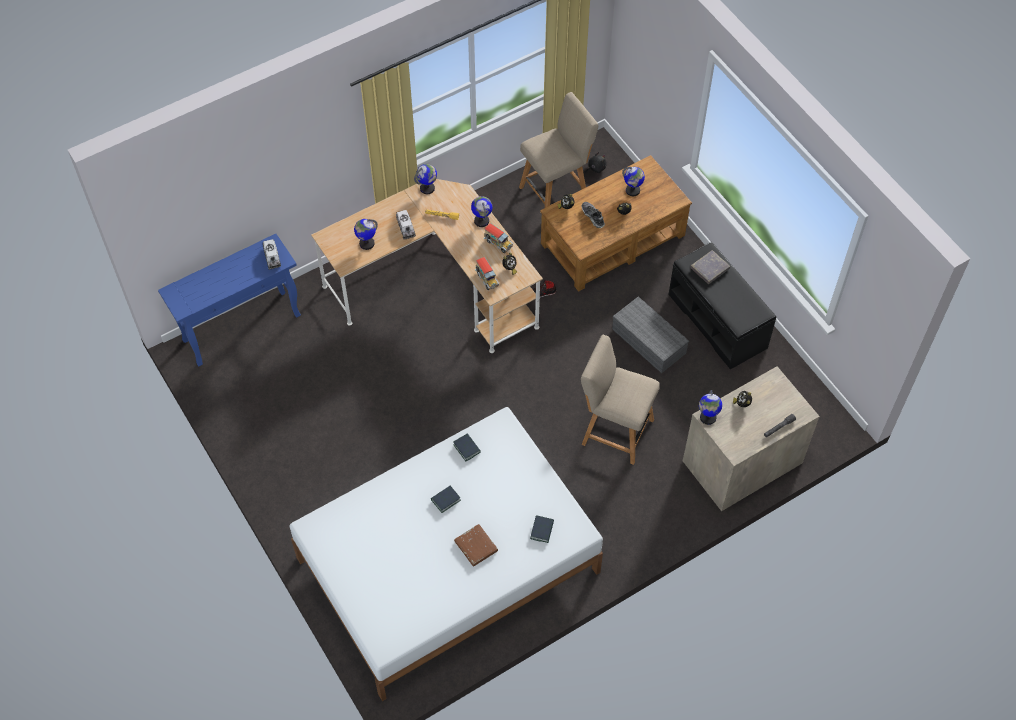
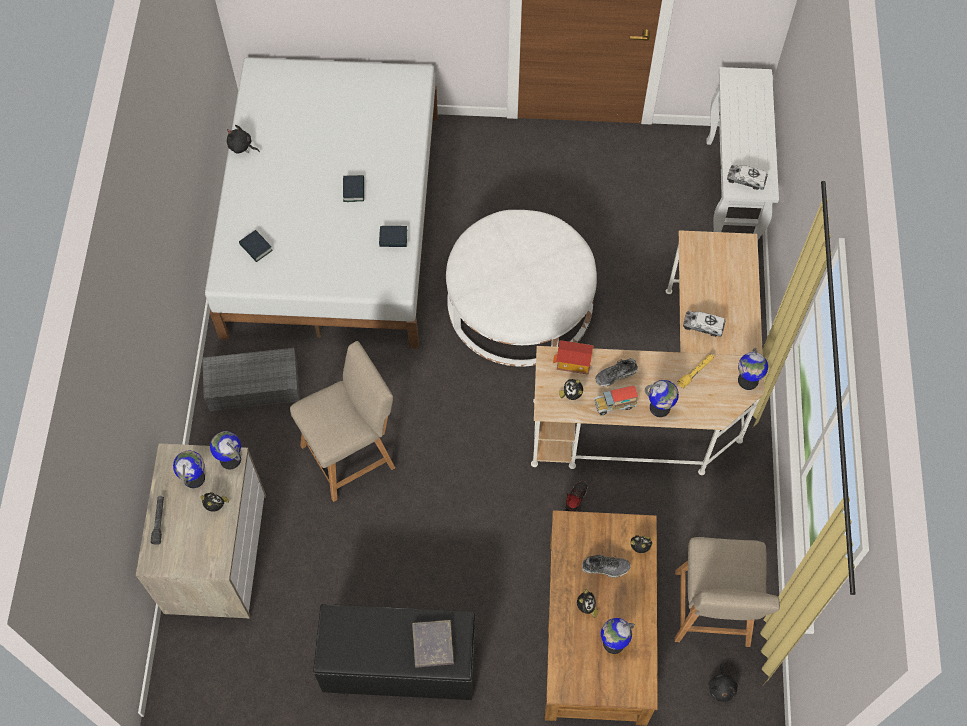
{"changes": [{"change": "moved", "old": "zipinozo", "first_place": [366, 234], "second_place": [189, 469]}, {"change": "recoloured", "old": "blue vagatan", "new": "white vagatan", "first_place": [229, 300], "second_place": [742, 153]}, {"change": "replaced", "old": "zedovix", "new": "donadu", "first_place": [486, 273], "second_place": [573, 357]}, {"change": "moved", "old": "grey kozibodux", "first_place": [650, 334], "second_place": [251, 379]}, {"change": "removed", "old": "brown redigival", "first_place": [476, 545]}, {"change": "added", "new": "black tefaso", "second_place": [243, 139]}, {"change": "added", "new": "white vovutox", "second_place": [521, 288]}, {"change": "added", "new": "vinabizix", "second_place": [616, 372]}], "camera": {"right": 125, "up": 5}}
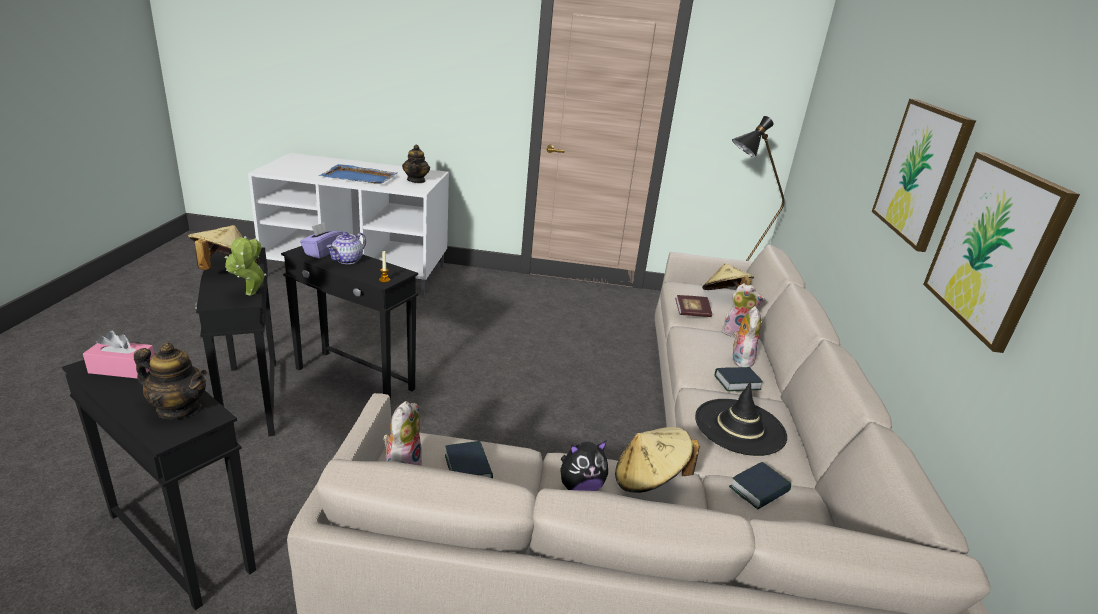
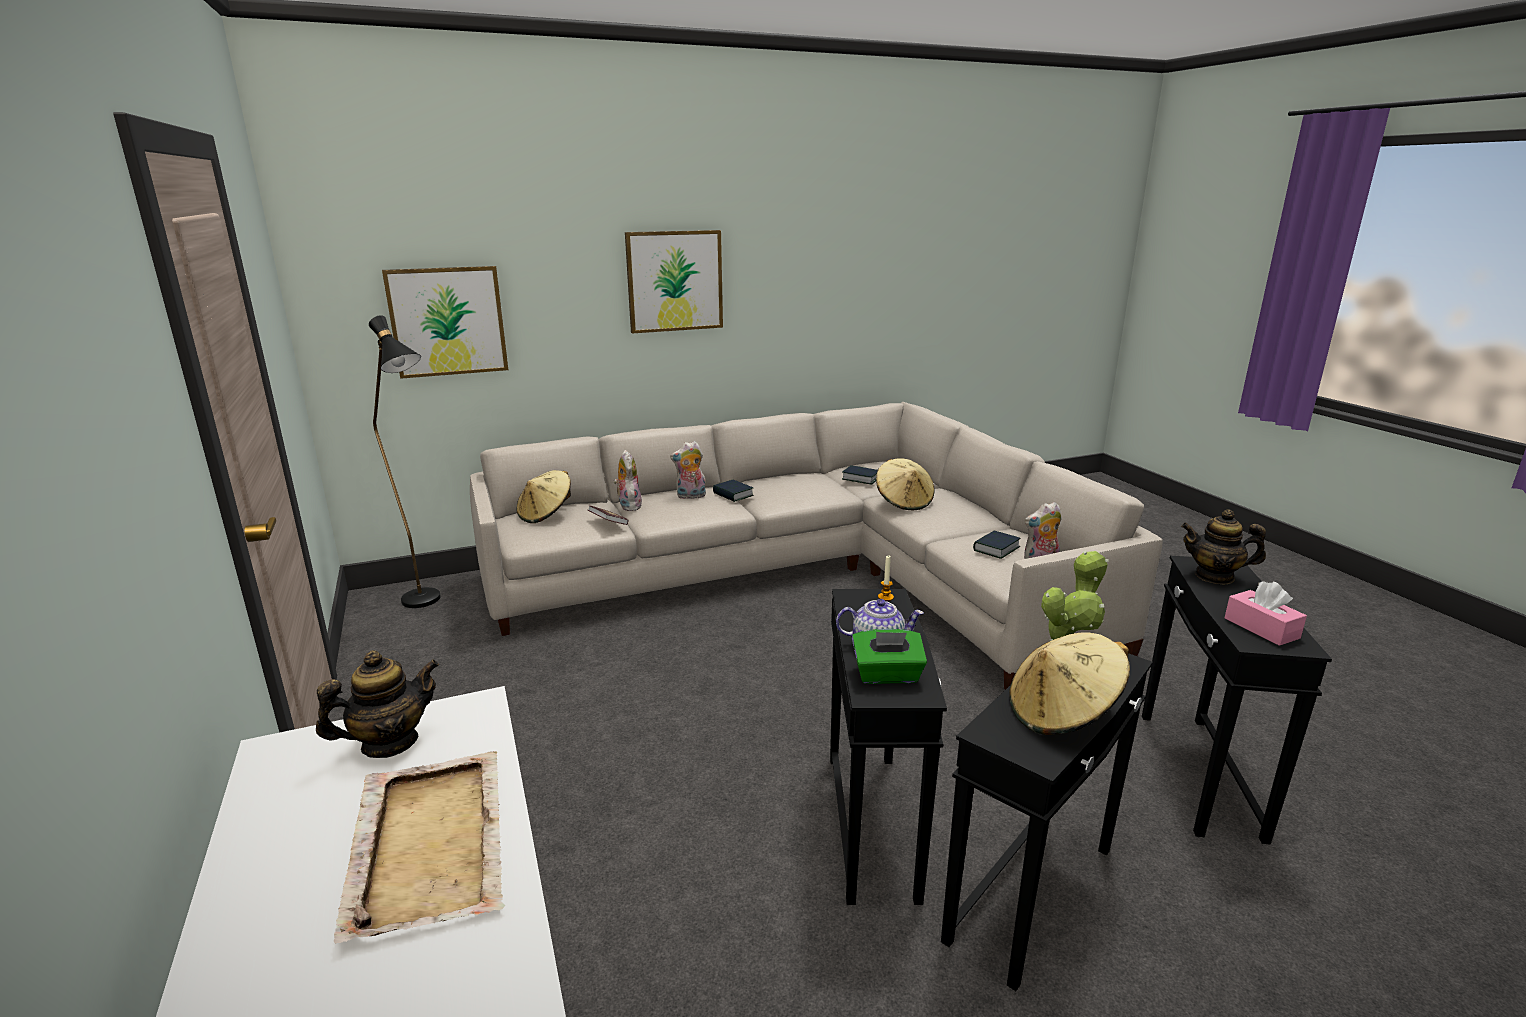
{"changes": [{"change": "moved", "old": "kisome", "first_place": [1001, 252], "second_place": [445, 322]}, {"change": "recoloured", "old": "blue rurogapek", "new": "beige rurogapek", "first_place": [358, 174], "second_place": [419, 847]}, {"change": "recoloured", "old": "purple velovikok", "new": "green velovikok", "first_place": [321, 240], "second_place": [889, 656]}, {"change": "turned", "old": "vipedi", "first_place": [170, 381], "second_place": [1223, 547], "degrees": -60}, {"change": "removed", "old": "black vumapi", "first_place": [741, 418]}, {"change": "removed", "old": "tefaso", "first_place": [584, 465]}], "camera": {"right": -115, "up": -5}}
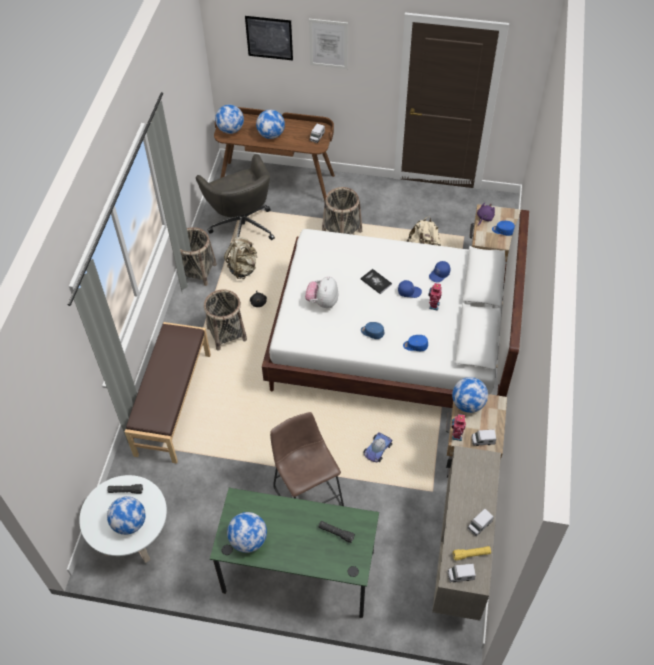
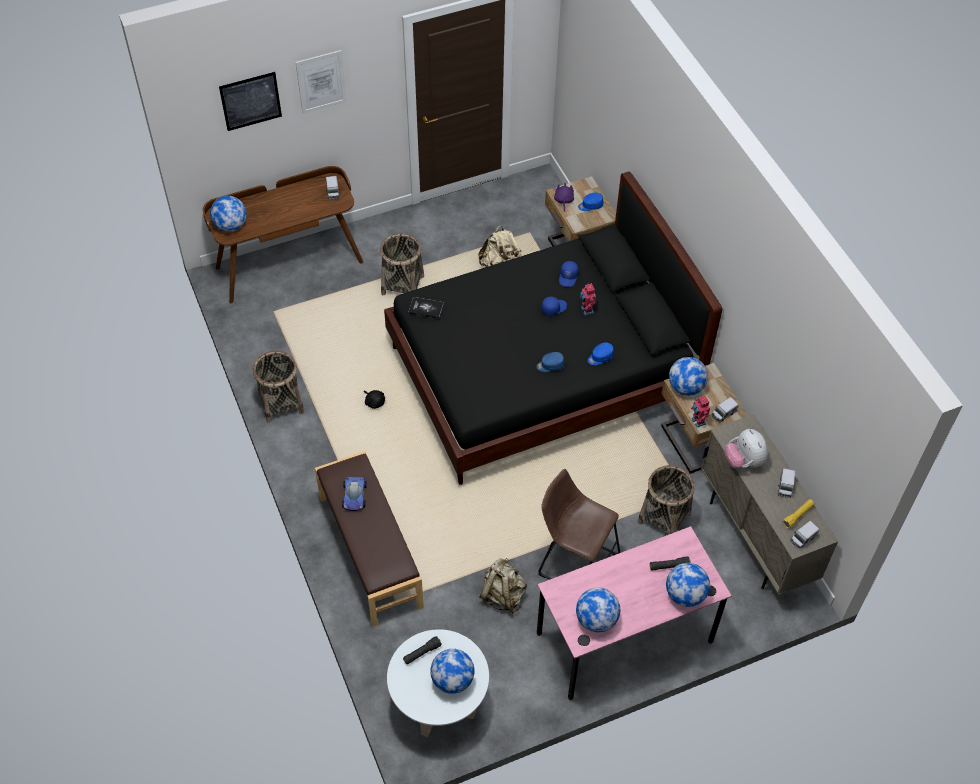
{"changes": [{"change": "moved", "old": "zipinozo", "first_place": [270, 124], "second_place": [688, 585]}, {"change": "removed", "old": "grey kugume", "first_place": [235, 197]}, {"change": "recoloured", "old": "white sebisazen", "new": "black sebisazen", "first_place": [395, 309], "second_place": [553, 328]}, {"change": "moved", "old": "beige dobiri", "first_place": [240, 258], "second_place": [503, 586]}, {"change": "moved", "old": "redigival", "first_place": [376, 281], "second_place": [426, 308]}, {"change": "moved", "old": "tefaso", "first_place": [321, 292], "second_place": [746, 448]}, {"change": "moved", "old": "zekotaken", "first_place": [225, 320], "second_place": [666, 499]}, {"change": "moved", "old": "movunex", "first_place": [377, 447], "second_place": [354, 494]}, {"change": "recoloured", "old": "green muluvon", "new": "pink muluvon", "first_place": [294, 553], "second_place": [634, 613]}], "camera": {"right": -35, "up": 0}}
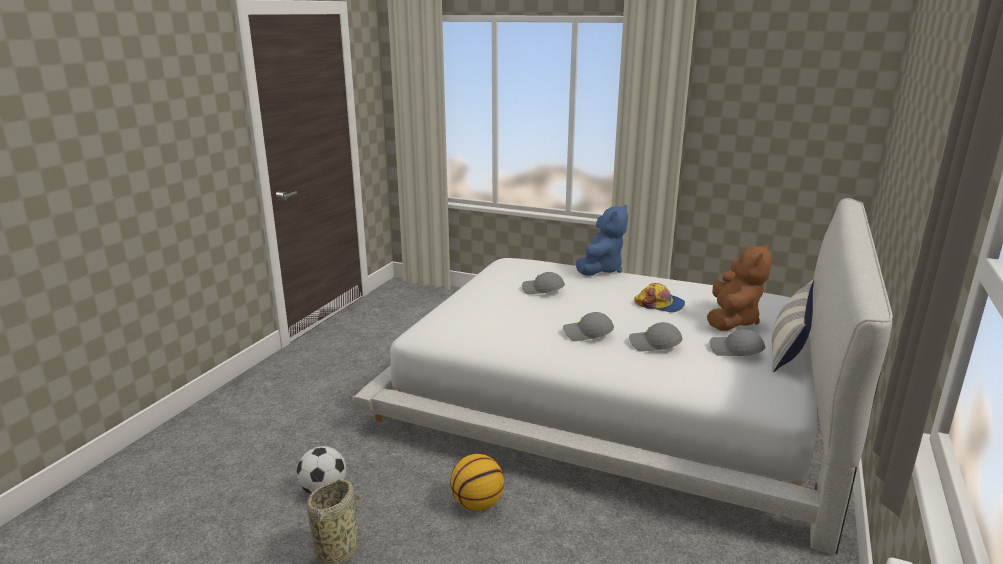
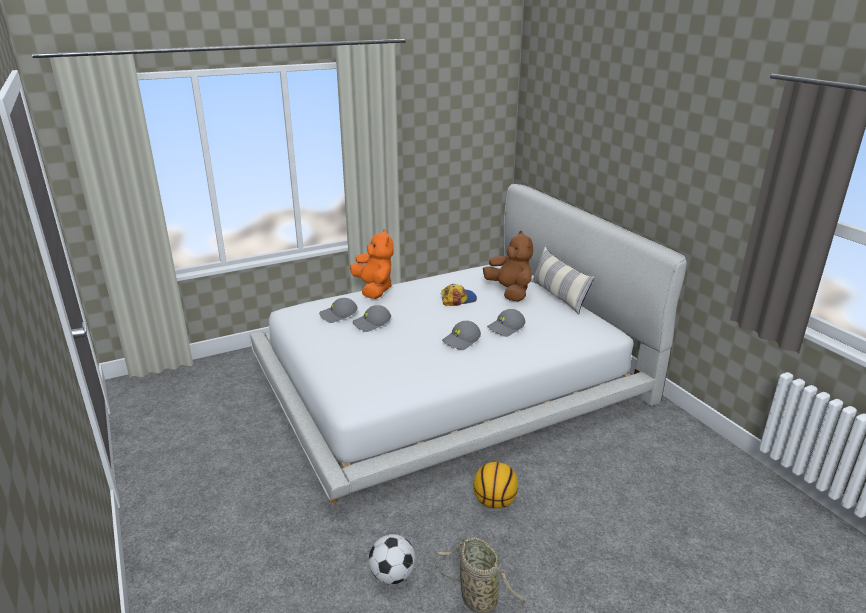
{"changes": [{"change": "recoloured", "old": "blue tefaso", "new": "orange tefaso", "first_place": [602, 240], "second_place": [372, 264]}, {"change": "moved", "old": "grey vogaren", "first_place": [737, 342], "second_place": [338, 310]}], "camera": {"right": -50, "up": 5}}
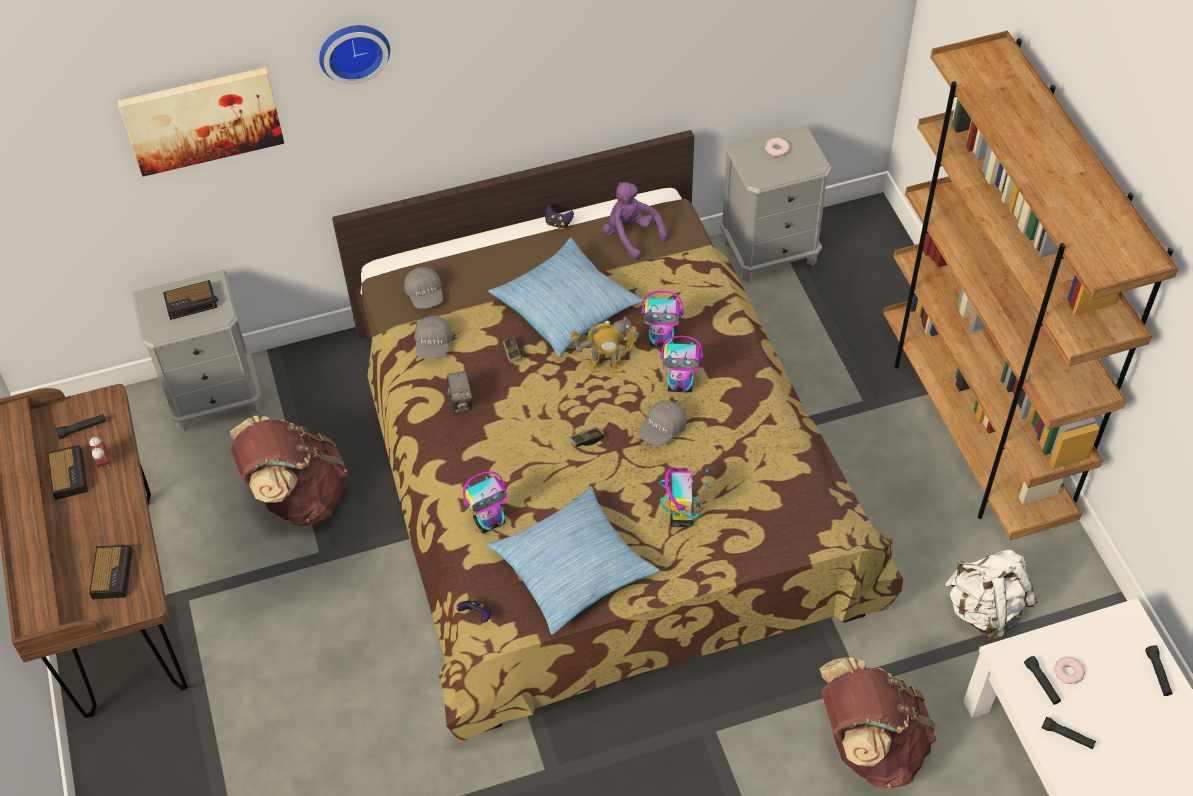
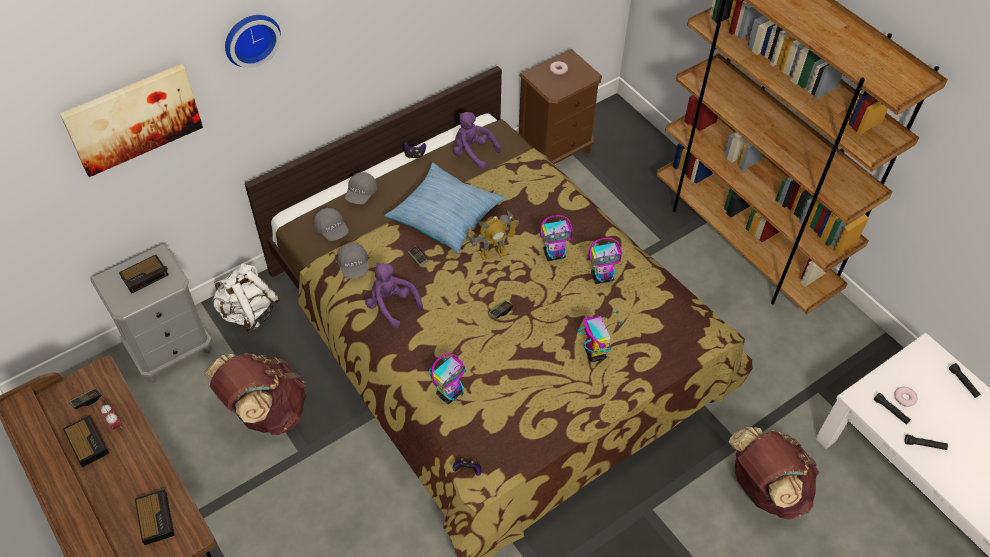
{"changes": [{"change": "recoloured", "old": "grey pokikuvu", "new": "brown pokikuvu", "first_place": [776, 203], "second_place": [560, 106]}, {"change": "moved", "old": "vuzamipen", "first_place": [663, 319], "second_place": [605, 261]}, {"change": "replaced", "old": "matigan", "new": "purple tefaso", "first_place": [459, 392], "second_place": [394, 295]}, {"change": "moved", "old": "grey vogaren", "first_place": [662, 423], "second_place": [361, 188]}, {"change": "replaced", "old": "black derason", "new": "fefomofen", "first_place": [81, 426], "second_place": [85, 399]}, {"change": "removed", "old": "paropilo", "first_place": [573, 560]}, {"change": "moved", "old": "white dobiri", "first_place": [991, 595], "second_place": [246, 297]}], "camera": {"right": -20, "up": 0}}
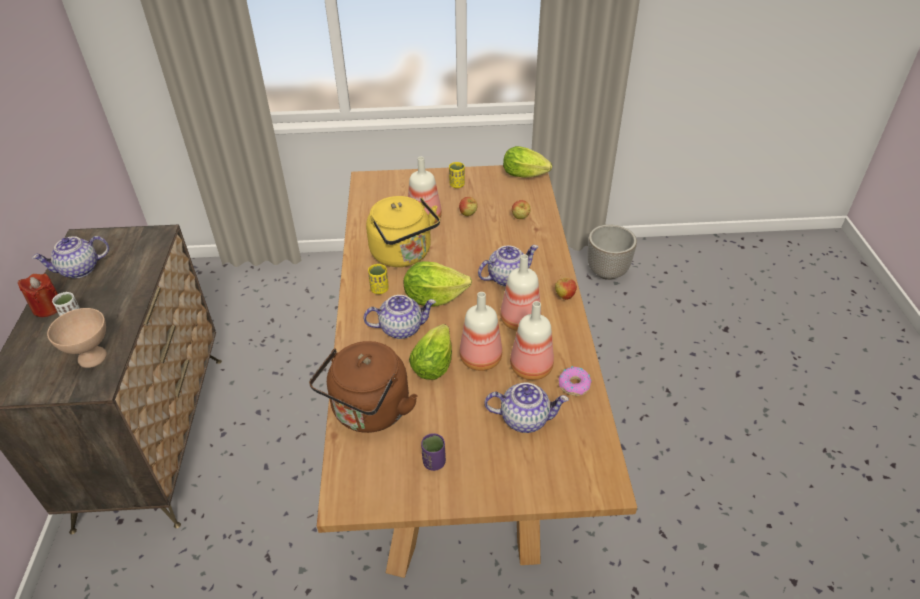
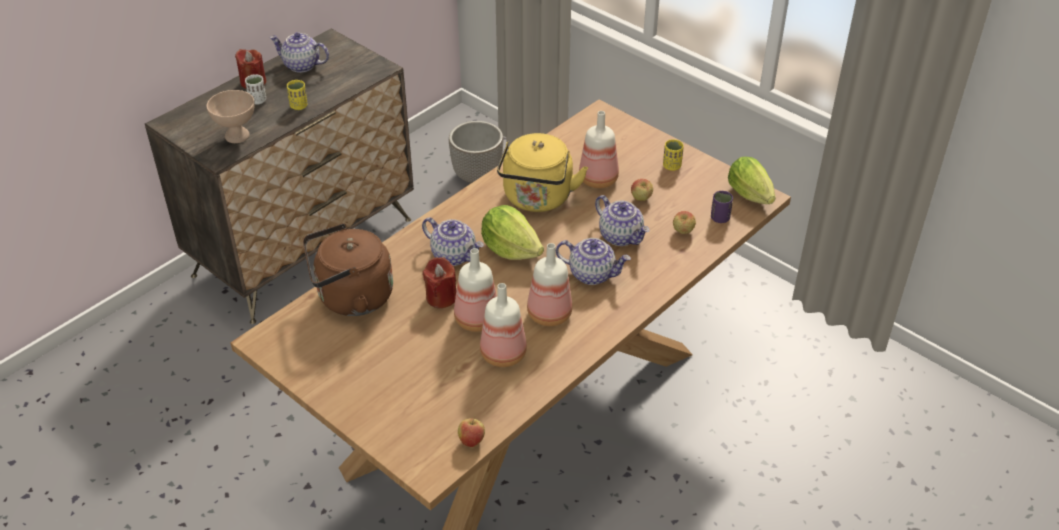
{"changes": [{"change": "moved", "old": "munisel", "first_place": [612, 252], "second_place": [476, 152]}, {"change": "moved", "old": "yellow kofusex", "first_place": [378, 279], "second_place": [297, 95]}, {"change": "moved", "old": "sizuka", "first_place": [566, 289], "second_place": [471, 431]}, {"change": "replaced", "old": "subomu", "new": "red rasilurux", "first_place": [430, 352], "second_place": [439, 282]}, {"change": "removed", "old": "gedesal", "first_place": [574, 381]}, {"change": "moved", "old": "vipedi", "first_place": [527, 407], "second_place": [622, 220]}, {"change": "moved", "old": "purple kofusex", "first_place": [433, 452], "second_place": [722, 207]}], "camera": {"right": 45, "up": 0}}
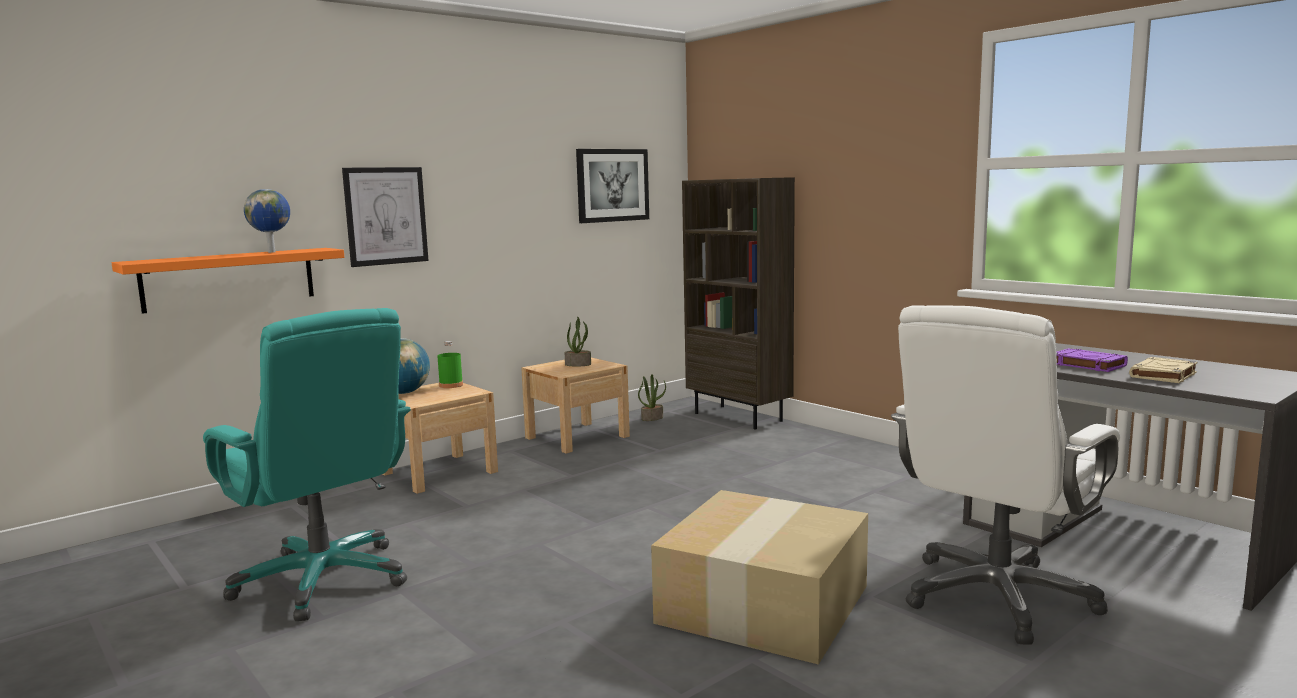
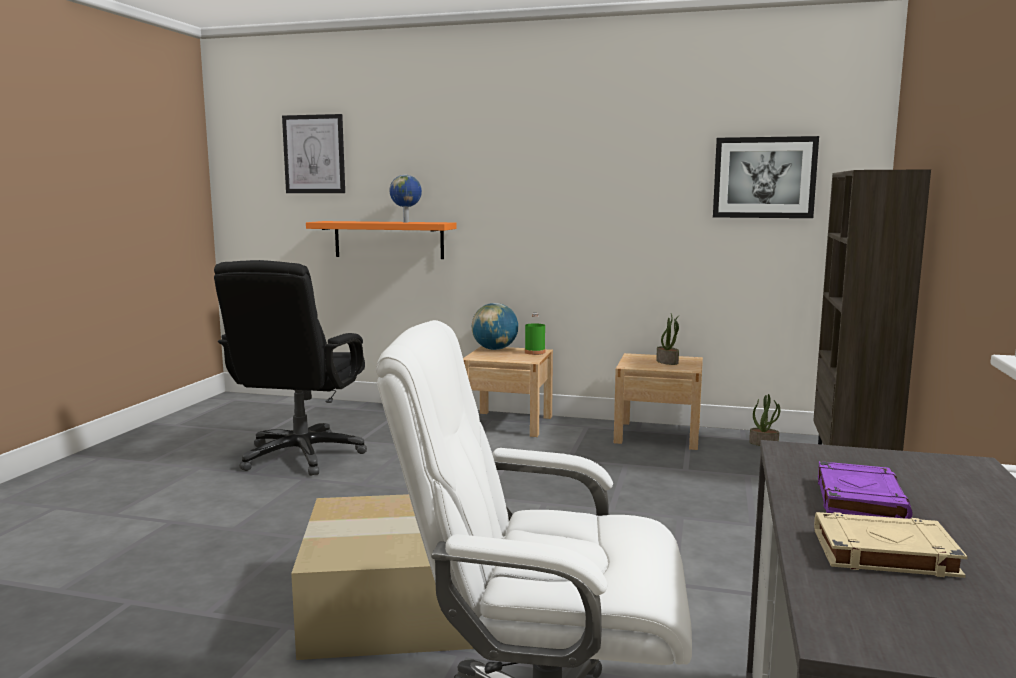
{"changes": [{"change": "moved", "old": "kisome", "first_place": [385, 217], "second_place": [313, 153]}, {"change": "recoloured", "old": "turquoise kugume", "new": "black kugume", "first_place": [307, 464], "second_place": [290, 368]}], "camera": {"right": 55, "up": 0}}
